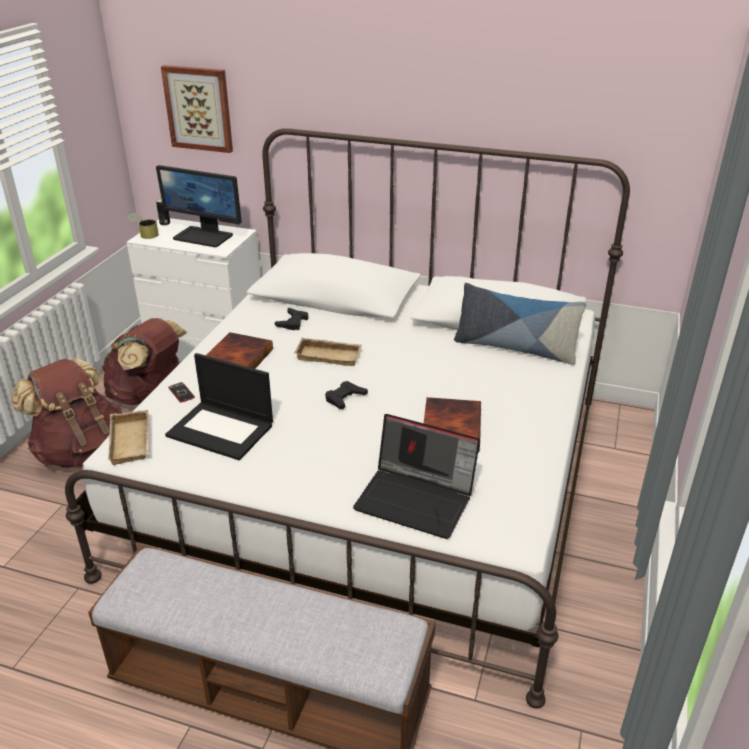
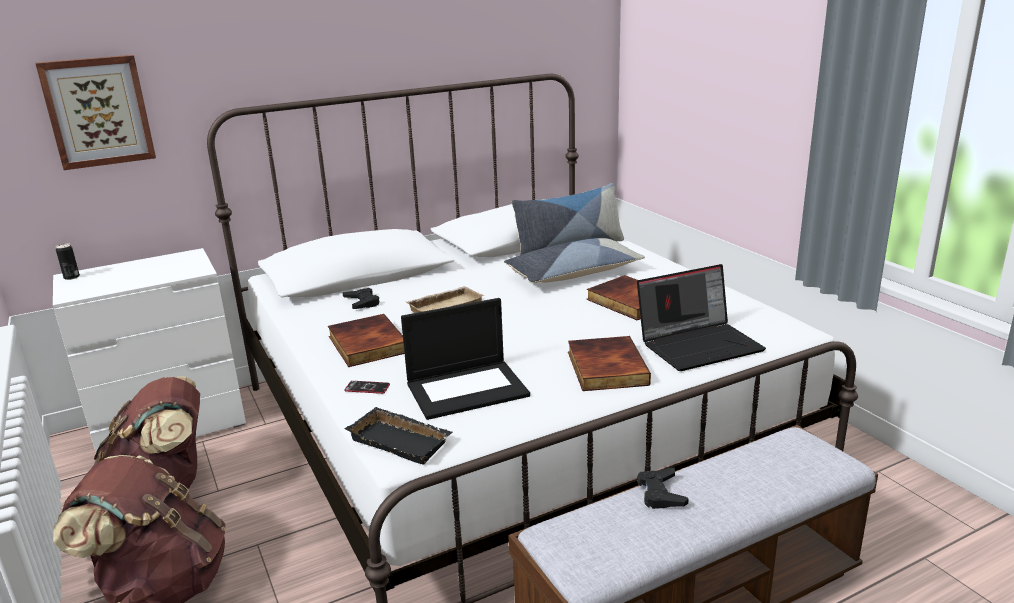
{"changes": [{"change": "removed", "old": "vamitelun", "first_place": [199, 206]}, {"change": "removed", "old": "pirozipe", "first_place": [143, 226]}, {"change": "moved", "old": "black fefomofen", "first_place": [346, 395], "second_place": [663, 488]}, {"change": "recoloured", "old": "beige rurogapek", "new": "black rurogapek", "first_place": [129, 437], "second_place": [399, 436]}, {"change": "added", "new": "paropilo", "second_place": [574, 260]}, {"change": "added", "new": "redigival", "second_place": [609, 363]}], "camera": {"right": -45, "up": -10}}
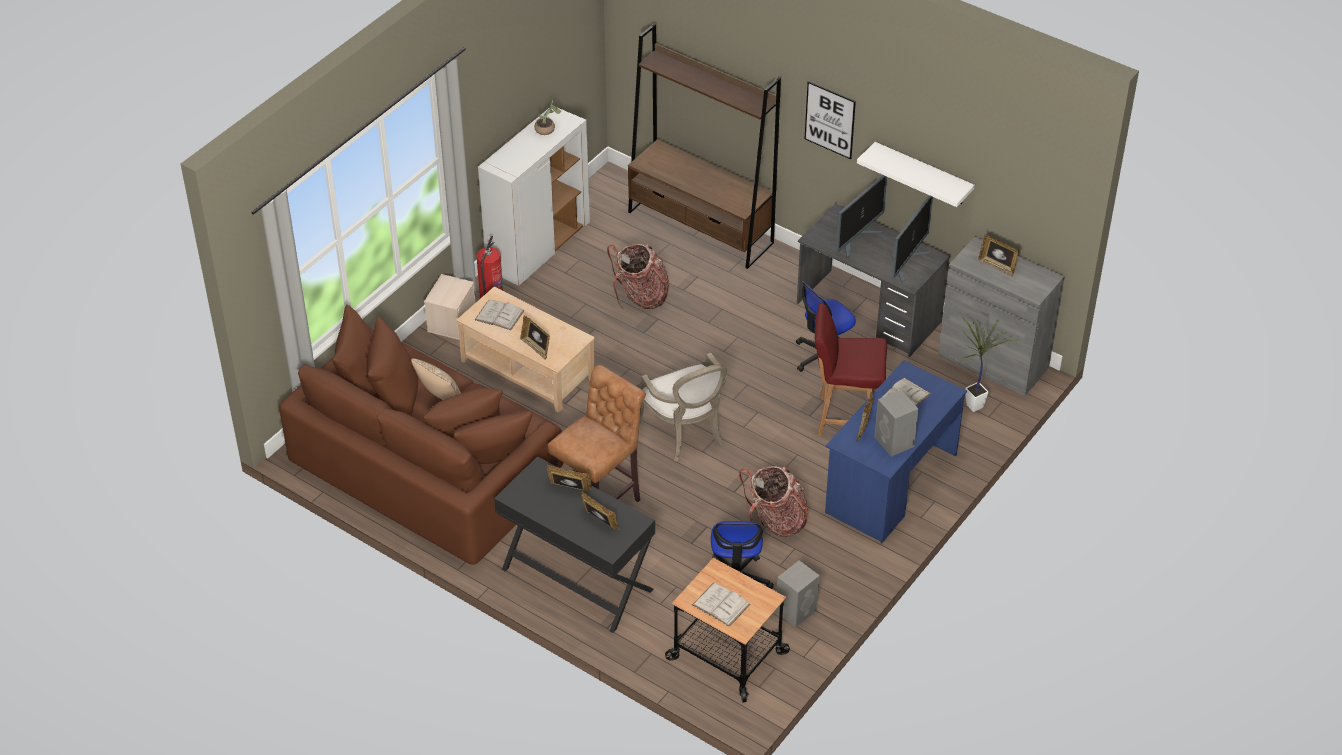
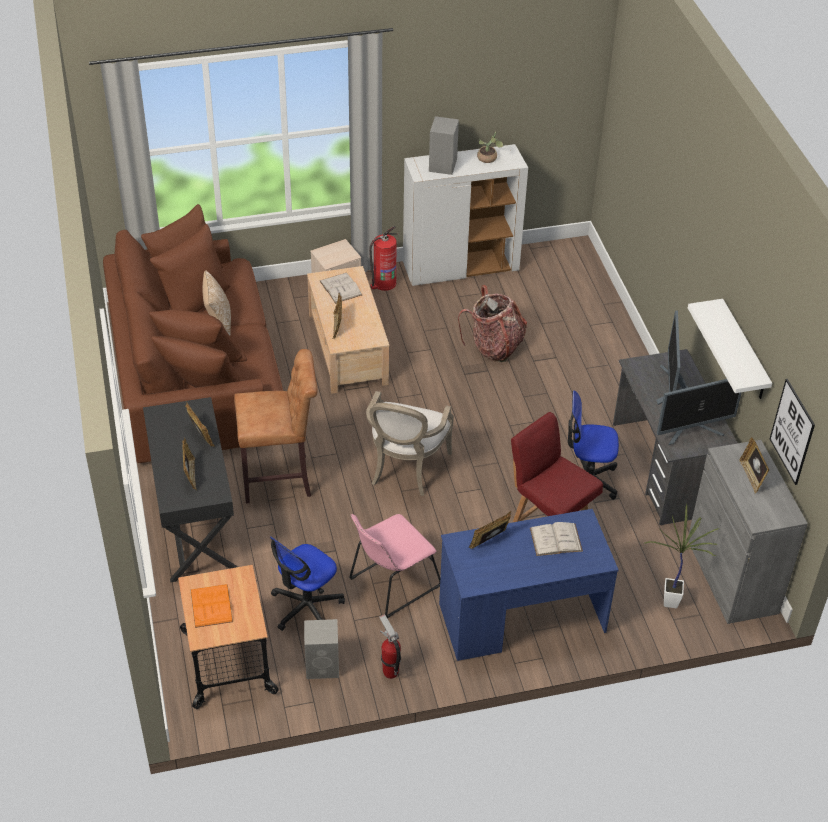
{"changes": [{"change": "removed", "old": "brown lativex", "first_place": [704, 146]}, {"change": "moved", "old": "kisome", "first_place": [830, 120], "second_place": [792, 432]}, {"change": "turned", "old": "vamitelun", "first_place": [861, 216], "second_place": [672, 357], "degrees": 105}, {"change": "moved", "old": "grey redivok", "first_place": [896, 423], "second_place": [444, 145]}, {"change": "replaced", "old": "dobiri", "new": "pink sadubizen", "first_place": [773, 501], "second_place": [394, 566]}, {"change": "recoloured", "old": "white redigival", "new": "orange redigival", "first_place": [721, 605], "second_place": [211, 606]}, {"change": "added", "new": "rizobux", "second_place": [390, 646]}], "camera": {"right": 40, "up": 0}}
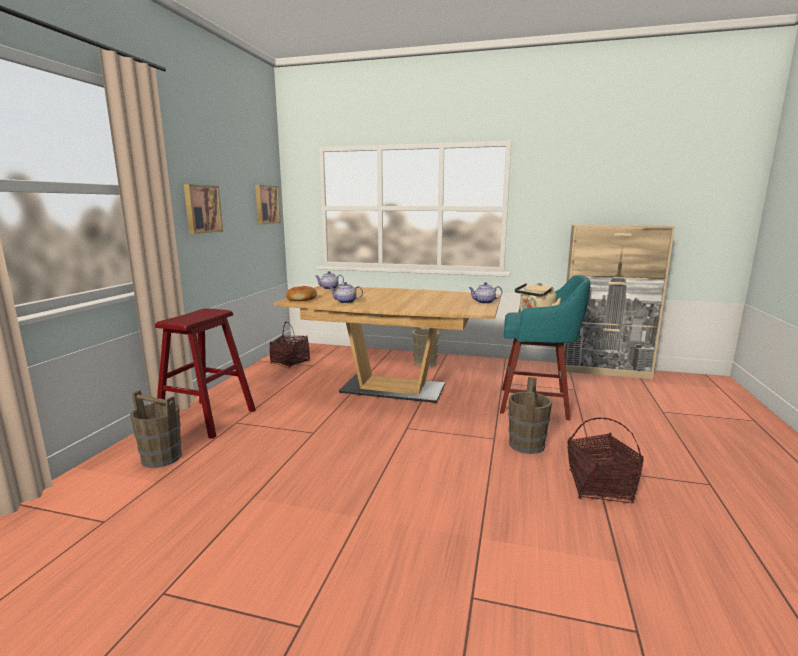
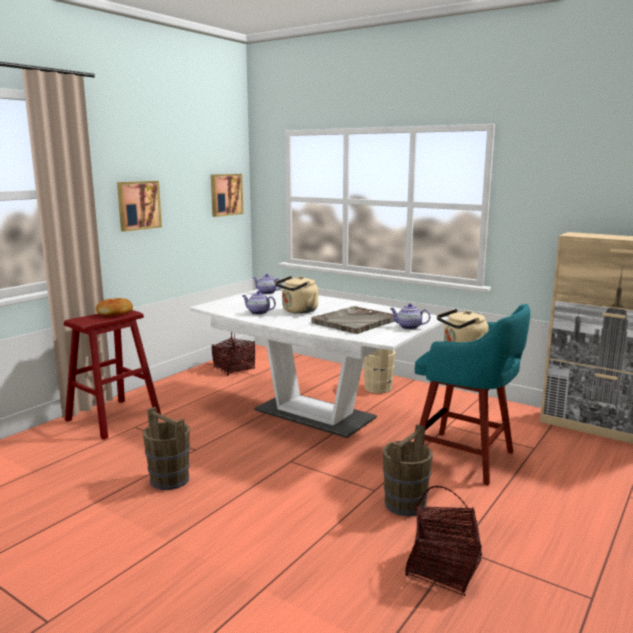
{"changes": [{"change": "recoloured", "old": "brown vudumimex", "new": "white vudumimex", "first_place": [387, 344], "second_place": [319, 363]}, {"change": "moved", "old": "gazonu", "first_place": [301, 293], "second_place": [114, 307]}, {"change": "moved", "old": "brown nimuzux", "first_place": [156, 429], "second_place": [166, 448]}, {"change": "added", "new": "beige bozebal", "second_place": [296, 295]}, {"change": "added", "new": "grey rurogapek", "second_place": [353, 320]}], "camera": {"right": 20, "up": 0}}
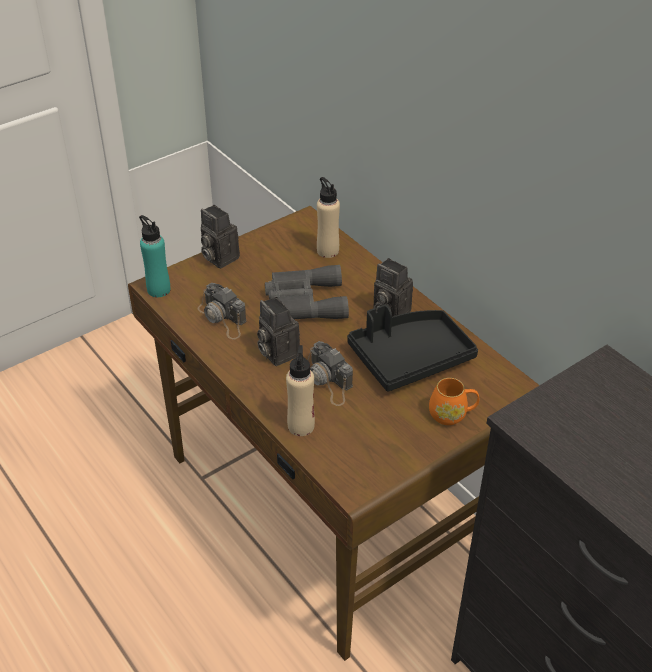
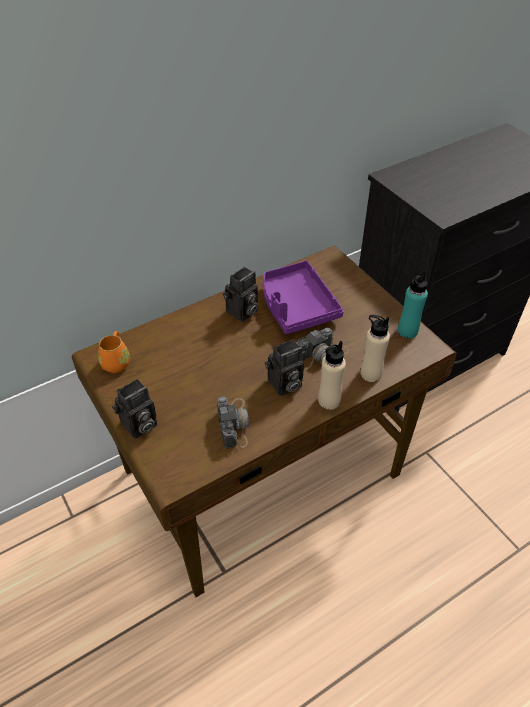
{"changes": [{"change": "moved", "old": "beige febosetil", "first_place": [328, 217], "second_place": [332, 375]}, {"change": "moved", "old": "turquoise febosetil", "first_place": [154, 256], "second_place": [413, 304]}, {"change": "removed", "old": "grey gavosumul", "first_place": [307, 292]}, {"change": "turned", "old": "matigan", "first_place": [222, 311], "second_place": [233, 422], "degrees": -60}, {"change": "recoloured", "old": "black rurogapek", "new": "purple rurogapek", "first_place": [412, 348], "second_place": [303, 297]}, {"change": "moved", "old": "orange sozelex", "first_place": [454, 401], "second_place": [114, 352]}], "camera": {"right": -85, "up": 5}}
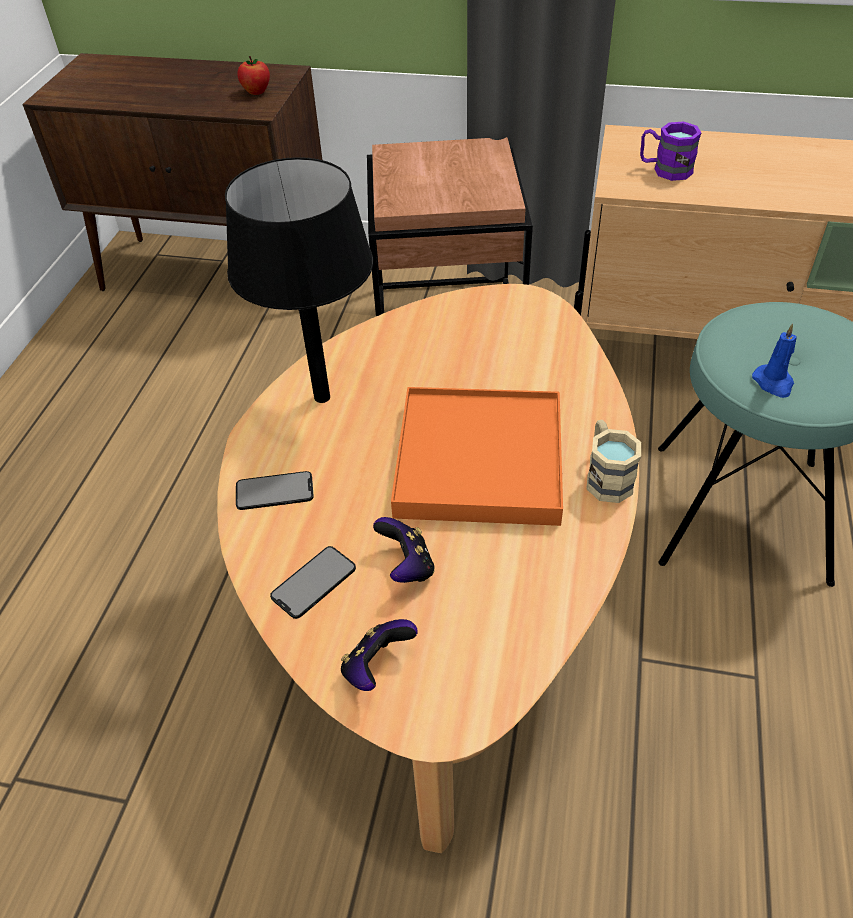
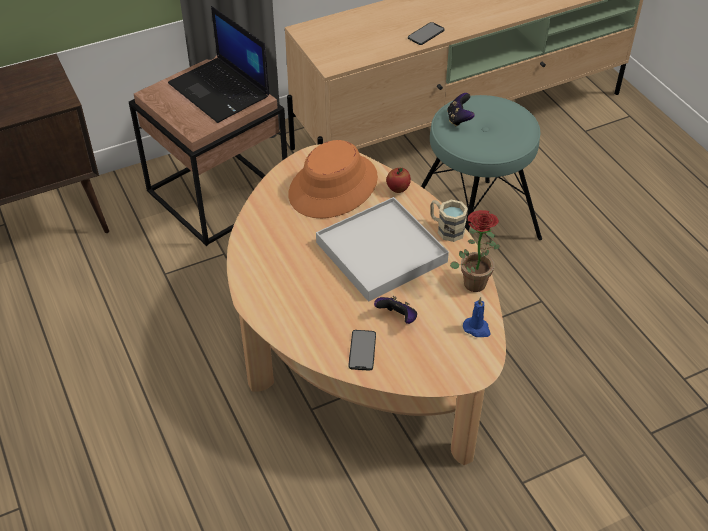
{"changes": [{"change": "moved", "old": "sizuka", "first_place": [253, 75], "second_place": [398, 180]}, {"change": "removed", "old": "purple sozelex", "first_place": [670, 151]}, {"change": "removed", "old": "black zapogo", "first_place": [299, 280]}, {"change": "moved", "old": "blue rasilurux", "first_place": [774, 360], "second_place": [477, 317]}, {"change": "recoloured", "old": "orange rurogapek", "new": "white rurogapek", "first_place": [477, 456], "second_place": [382, 249]}, {"change": "moved", "old": "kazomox", "first_place": [274, 490], "second_place": [426, 33]}, {"change": "moved", "old": "fefomofen", "first_place": [379, 655], "second_place": [461, 110]}, {"change": "added", "new": "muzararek", "second_place": [219, 64]}, {"change": "added", "new": "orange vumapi", "second_place": [333, 179]}, {"change": "added", "new": "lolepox", "second_place": [475, 251]}], "camera": {"right": -40, "up": 0}}
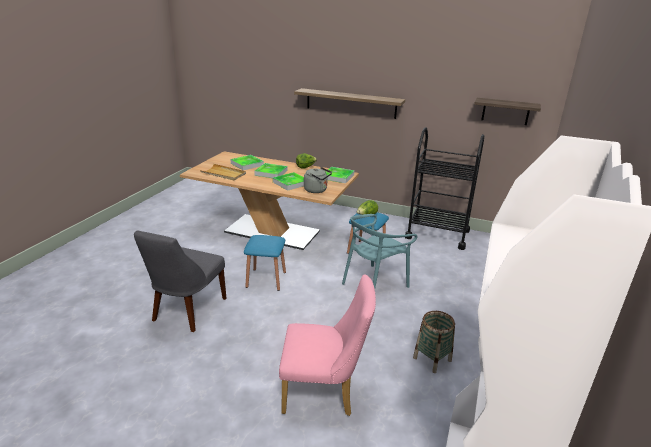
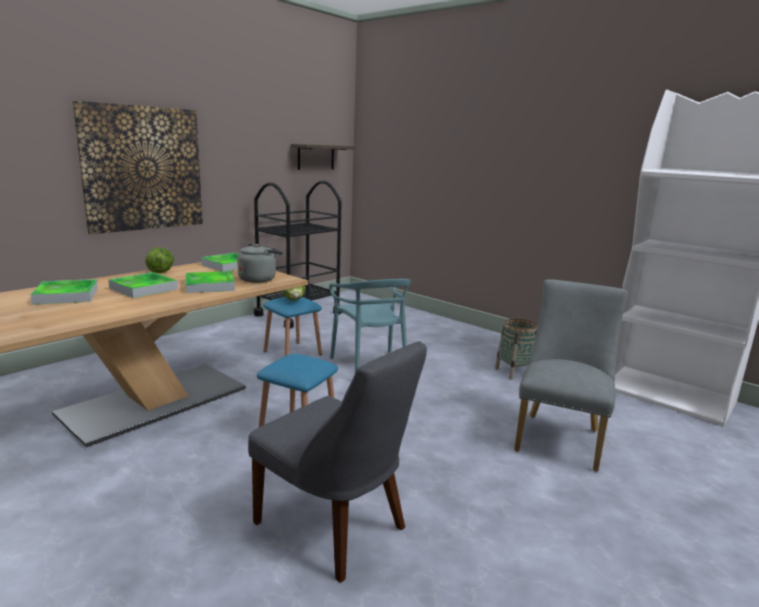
{"changes": [{"change": "replaced", "old": "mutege", "new": "kisome", "first_place": [349, 103], "second_place": [137, 167]}, {"change": "removed", "old": "beige rurogapek", "first_place": [223, 172]}, {"change": "recoloured", "old": "pink sadubizen", "new": "grey sadubizen", "first_place": [327, 345], "second_place": [571, 375]}], "camera": {"right": -70, "up": -10}}
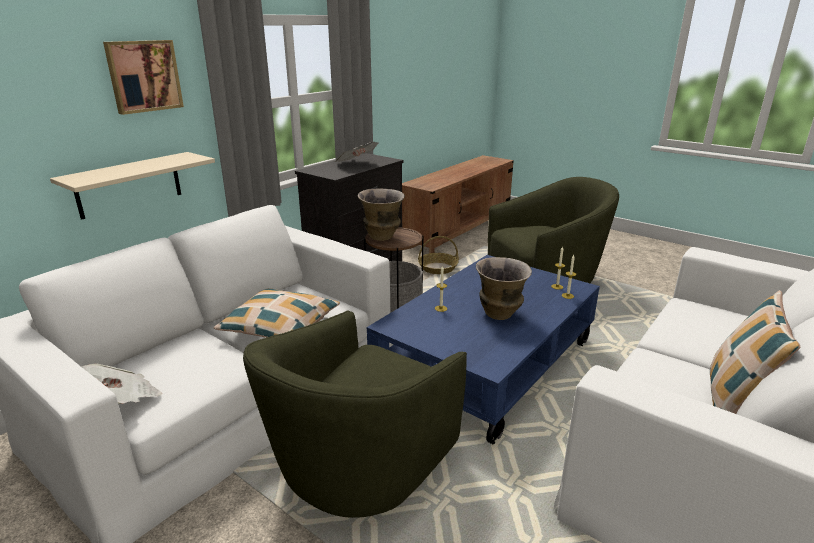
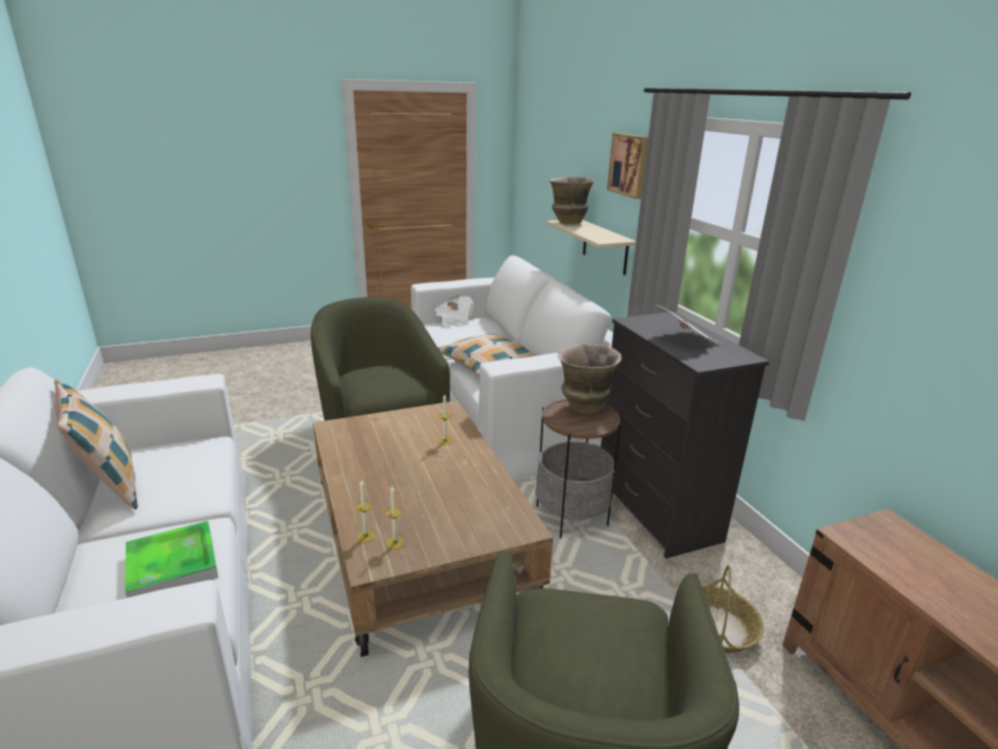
{"changes": [{"change": "recoloured", "old": "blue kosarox", "new": "brown kosarox", "first_place": [483, 349], "second_place": [433, 528]}, {"change": "moved", "old": "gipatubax", "first_place": [504, 288], "second_place": [572, 200]}, {"change": "added", "new": "rurogapek", "second_place": [171, 559]}], "camera": {"right": 120, "up": 0}}
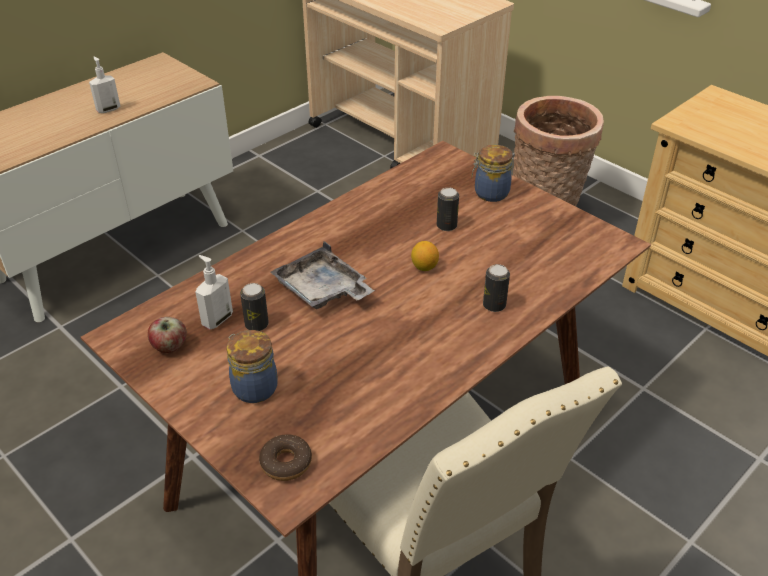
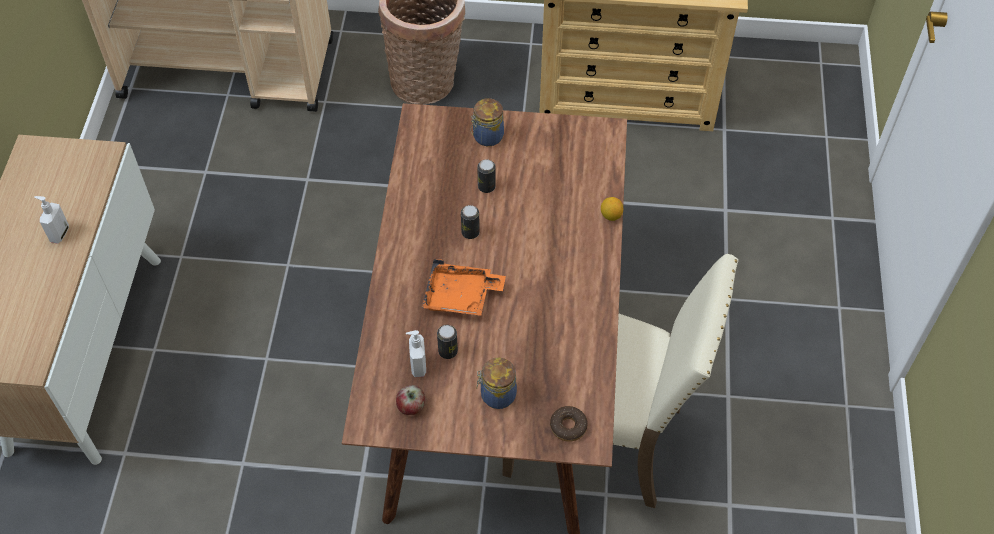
{"changes": [{"change": "moved", "old": "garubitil", "first_place": [425, 256], "second_place": [612, 209]}, {"change": "recoloured", "old": "grey rurogapek", "new": "orange rurogapek", "first_place": [322, 275], "second_place": [464, 287]}, {"change": "moved", "old": "pirozipe", "first_place": [496, 288], "second_place": [470, 222]}], "camera": {"right": -40, "up": 15}}
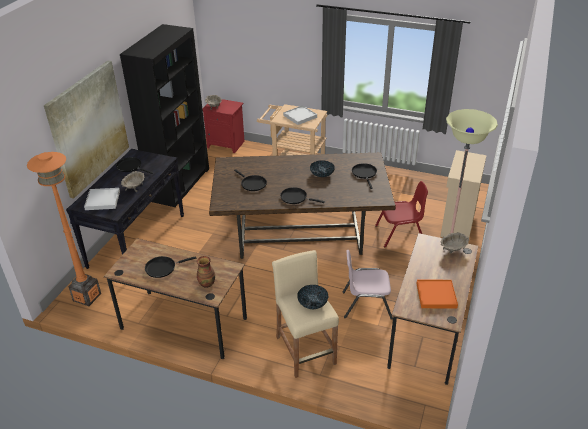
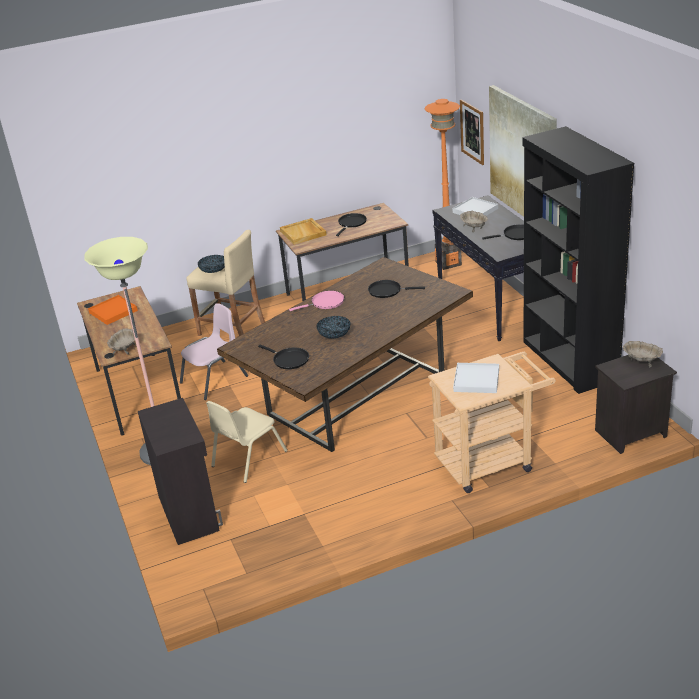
{"changes": [{"change": "recoloured", "old": "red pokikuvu", "new": "black pokikuvu", "first_place": [223, 126], "second_place": [636, 404]}, {"change": "recoloured", "old": "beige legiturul", "new": "black legiturul", "first_place": [463, 194], "second_place": [180, 471]}, {"change": "recoloured", "old": "red sadubizen", "new": "beige sadubizen", "first_place": [401, 214], "second_place": [247, 442]}, {"change": "recoloured", "old": "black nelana", "new": "pink nelana", "first_place": [302, 195], "second_place": [316, 301]}, {"change": "replaced", "old": "gipatubax", "new": "beige rurogapek", "first_place": [206, 272], "second_place": [303, 231]}, {"change": "added", "new": "kisome", "second_place": [472, 132]}], "camera": {"right": 140, "up": -5}}
